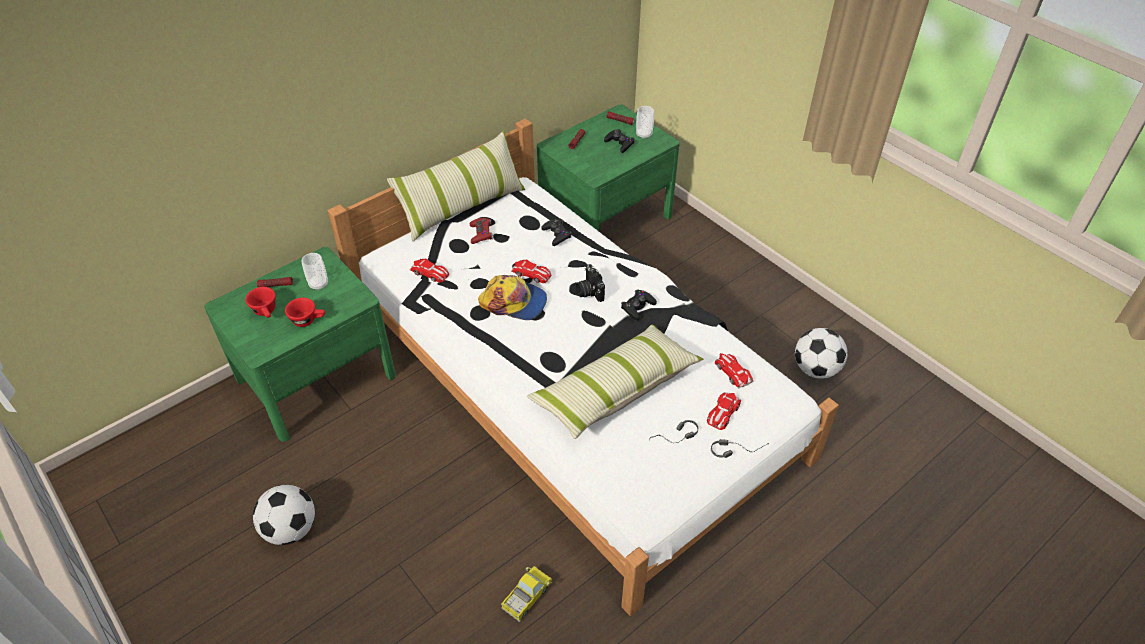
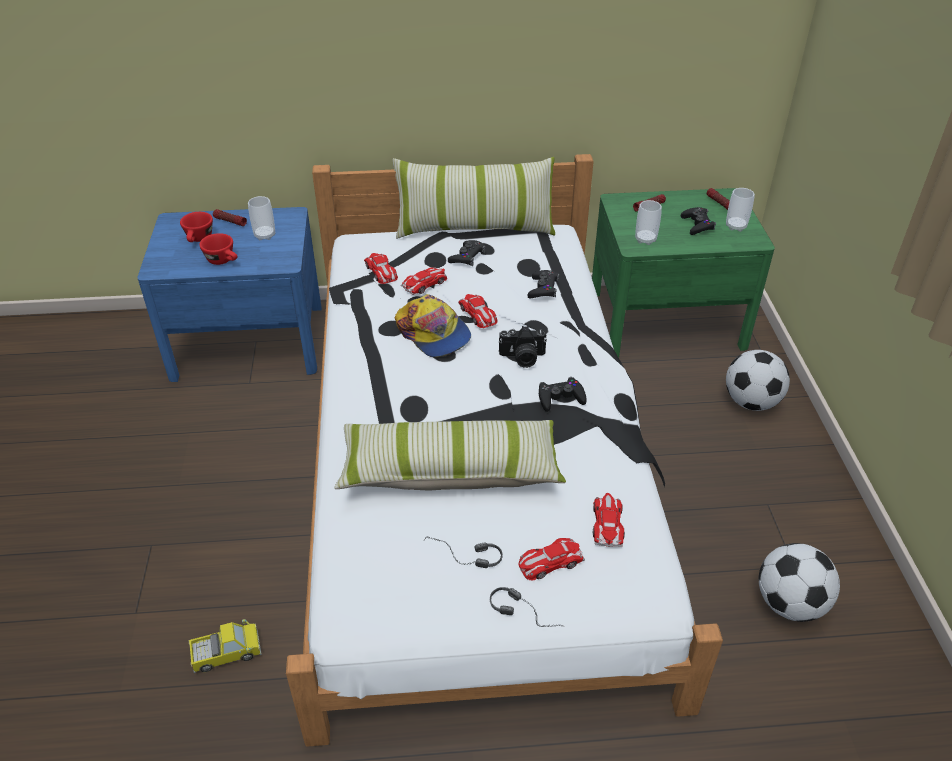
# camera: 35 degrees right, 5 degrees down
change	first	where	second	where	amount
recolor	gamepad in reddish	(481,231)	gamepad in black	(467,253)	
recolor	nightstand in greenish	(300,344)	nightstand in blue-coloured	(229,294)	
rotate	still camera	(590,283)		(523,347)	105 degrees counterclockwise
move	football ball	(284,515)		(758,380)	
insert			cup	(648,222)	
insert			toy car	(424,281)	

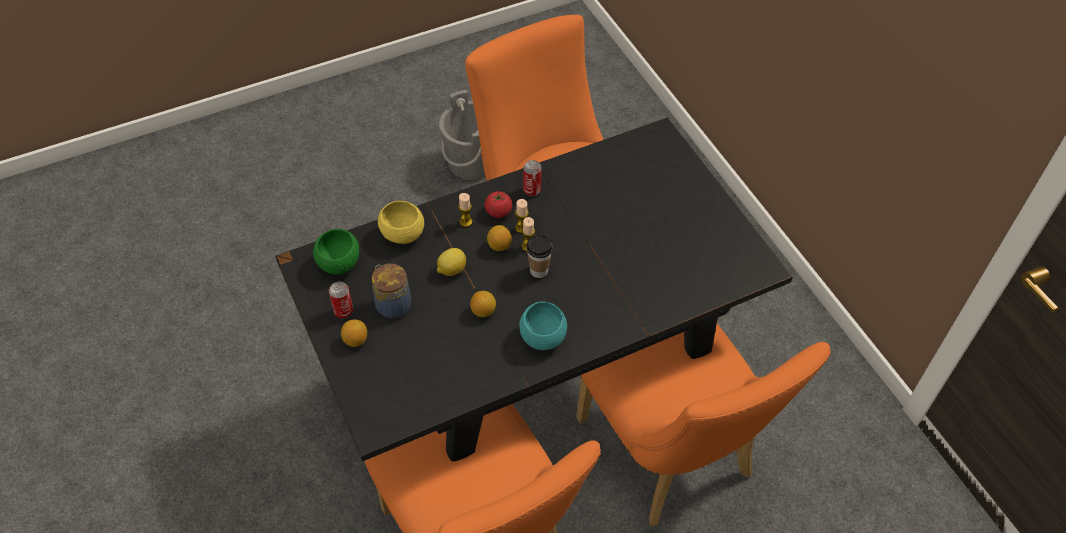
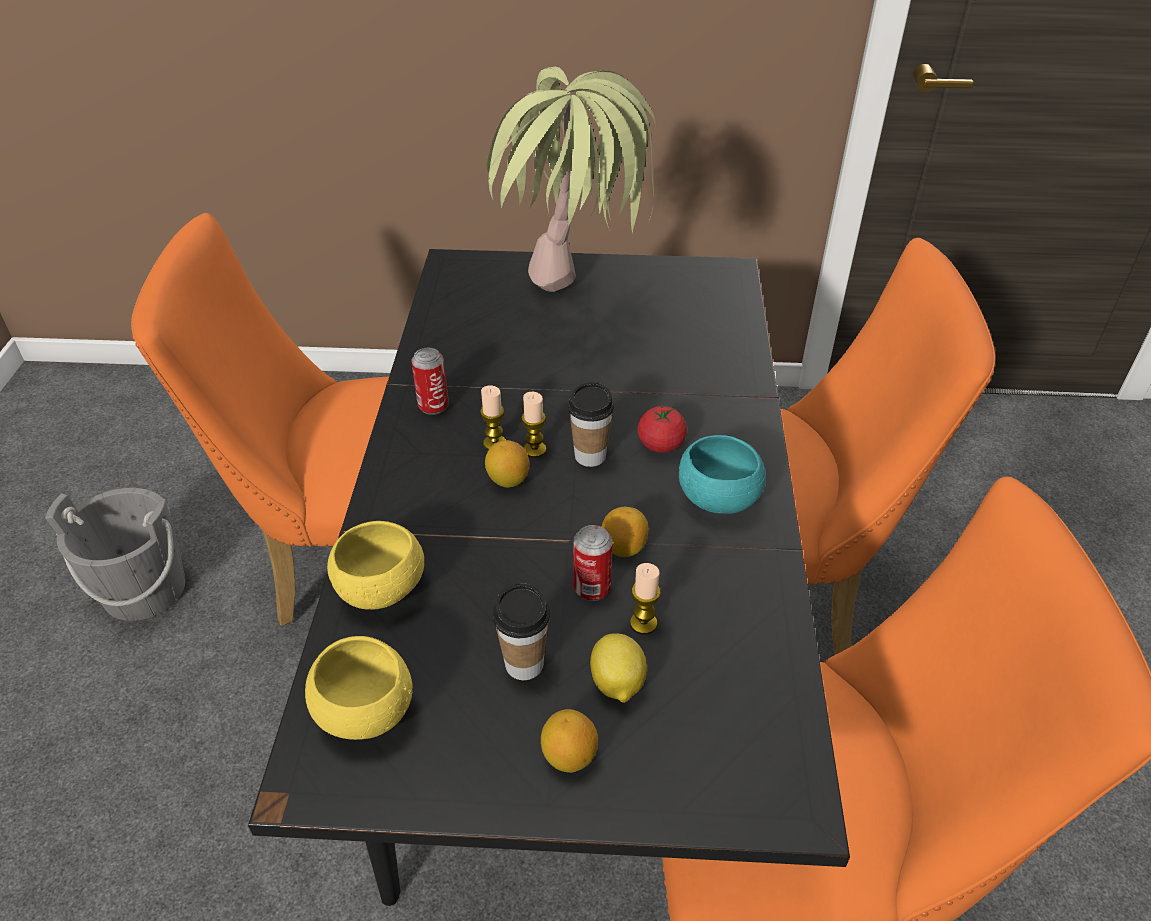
# camera: 60 degrees left, 10 degrees down
change	first	where	second	where	amount
move	tomato	(498,204)		(662,428)	
move	wax candle	(465,210)		(645,599)	
recolor	serving bowl in greenish	(336,251)	serving bowl in yellow	(359,688)	
move	whole lemon	(451,262)		(618,668)	
replace	jar	(391,290)	cup	(521,631)	
move	metal can	(341,300)		(593,563)	
insert			houseplant	(571,179)	

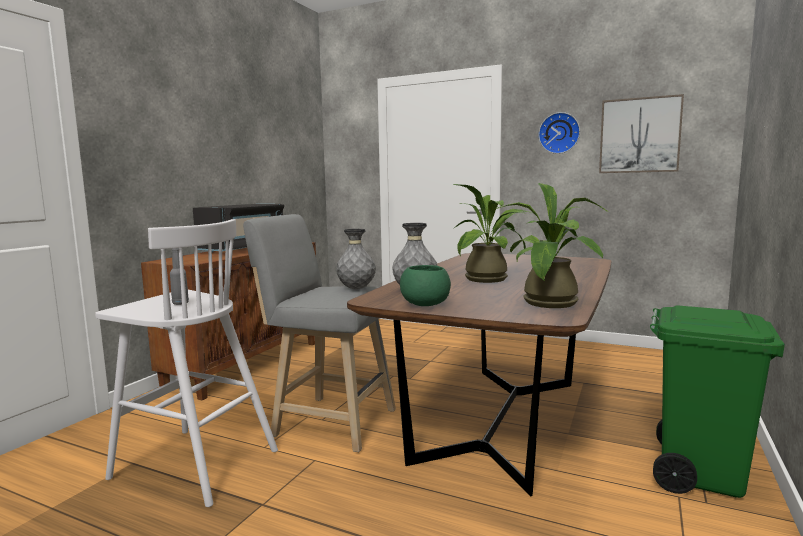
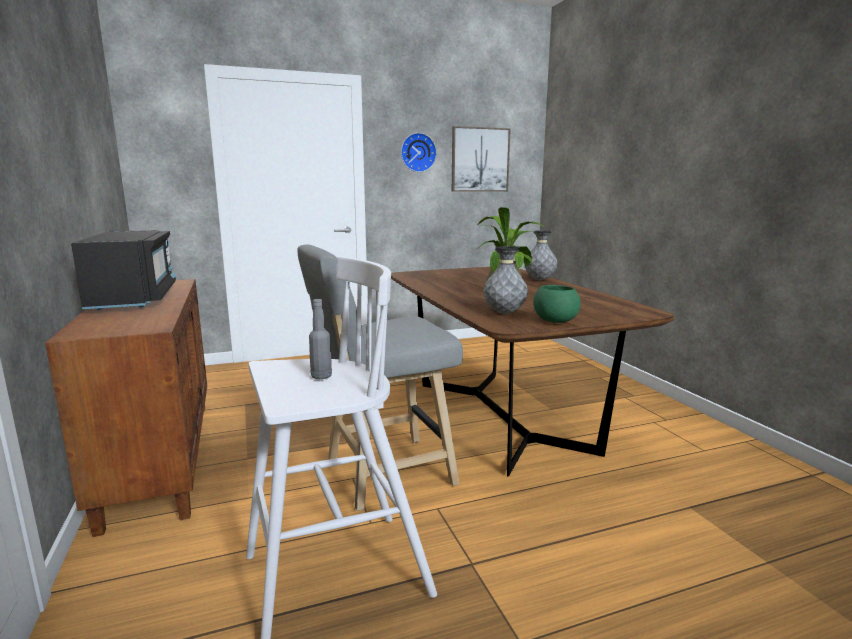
# camera: 45 degrees left, 5 degrees up
change	first	where	second	where	amount
delete	houseplant	(552,245)			
move	flower vase in gray	(356,259)		(540,255)	
delete	trash can in greenish	(717,401)			

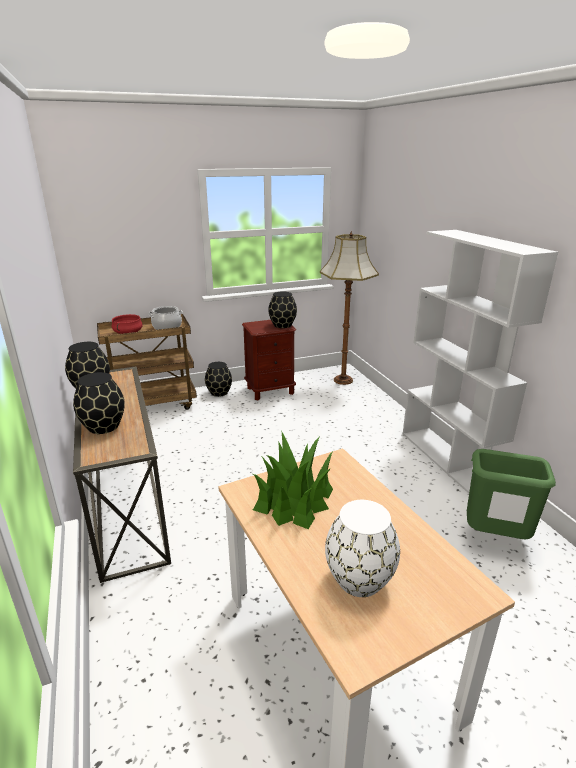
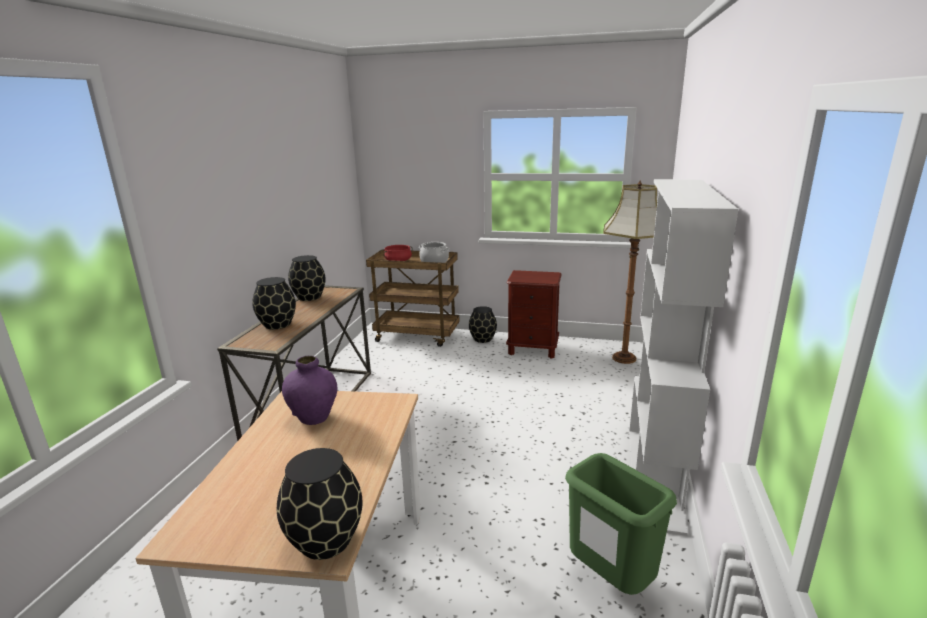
# camera: 35 degrees right, 5 degrees down
change	first	where	second	where	amount
move	flower vase in black	(282,310)		(319,504)	
replace	houseplant	(293,480)	flower vase in purplish	(310,390)	
delete	flower vase in white-coloured	(362,548)			

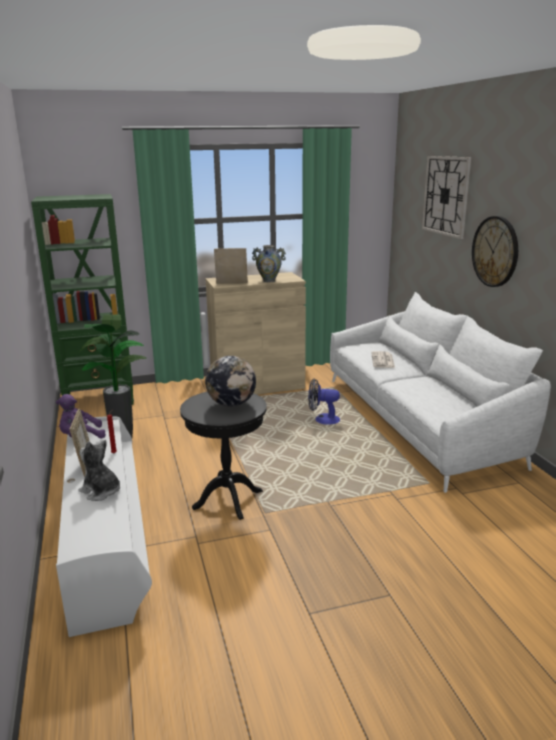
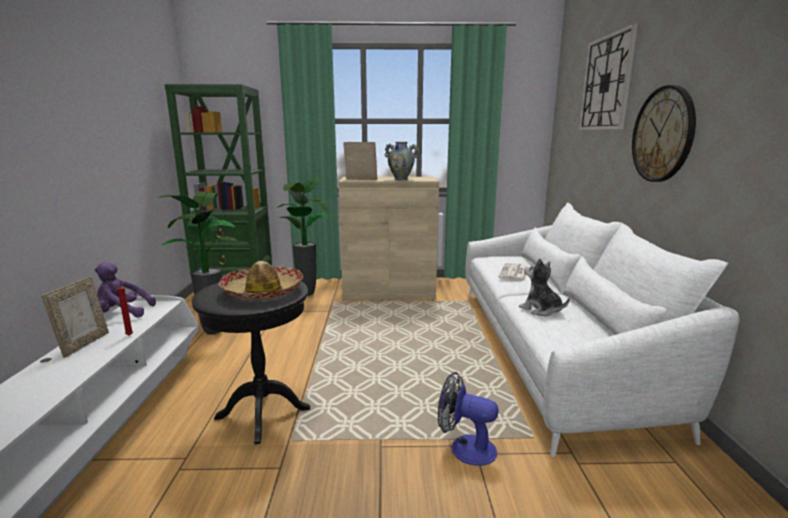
# camera: 15 degrees right, 5 degrees down
change	first	where	second	where	amount
replace	desk globe	(230,381)	hat	(260,280)	
move	fan	(324,401)		(468,419)	
move	plush toy	(99,470)		(544,287)	
insert			houseplant	(304,237)	

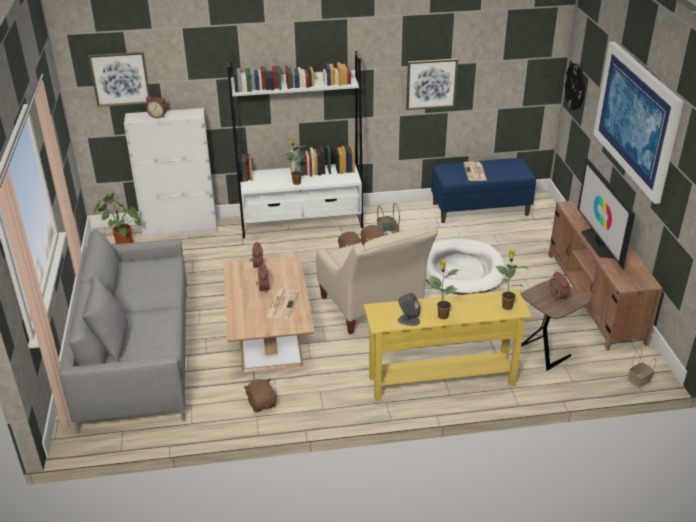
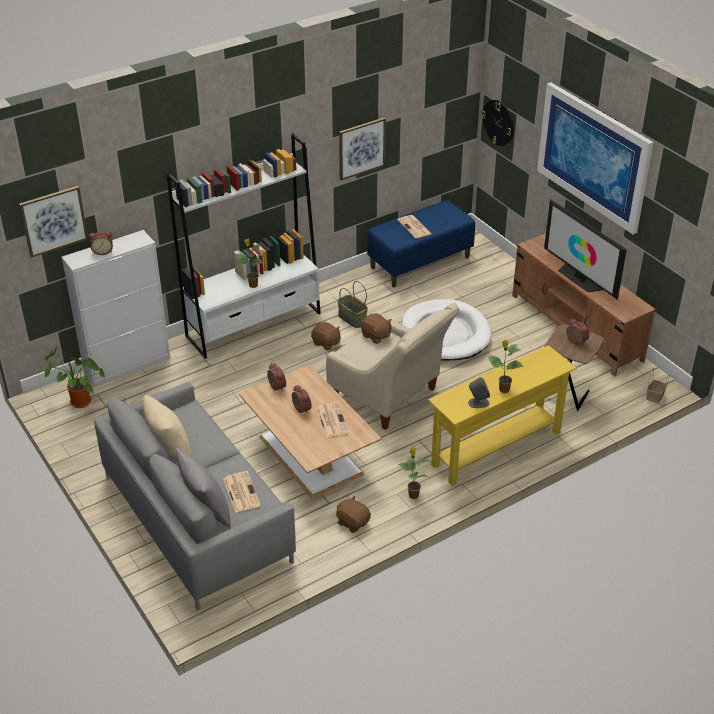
# camera: 25 degrees left, 5 degrees up
change	first	where	second	where	amount
move	houseplant	(512,280)		(415,473)	
insert			throw pillow in beige-coloured	(167,426)	
insert			daily paper	(242,492)	

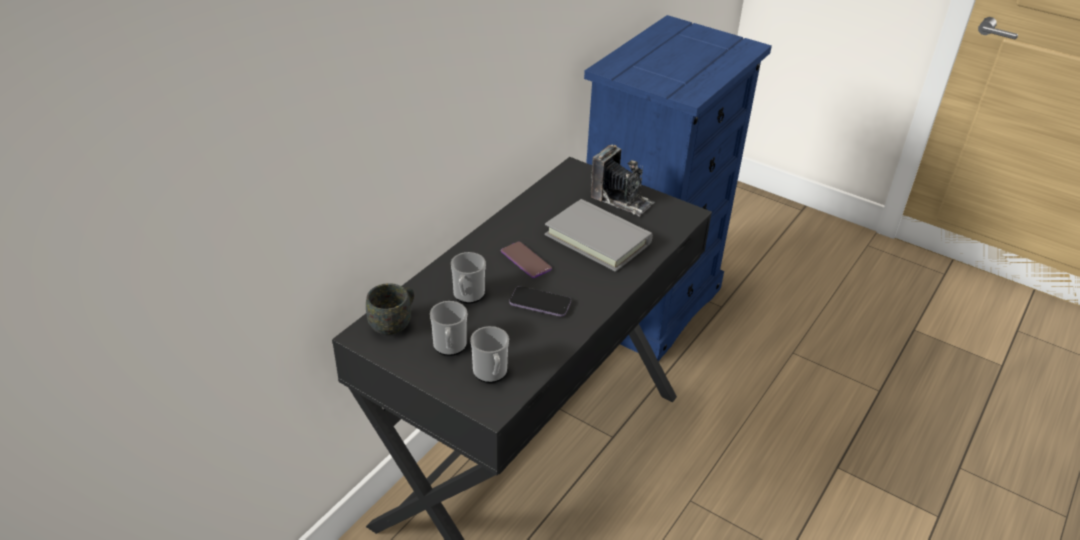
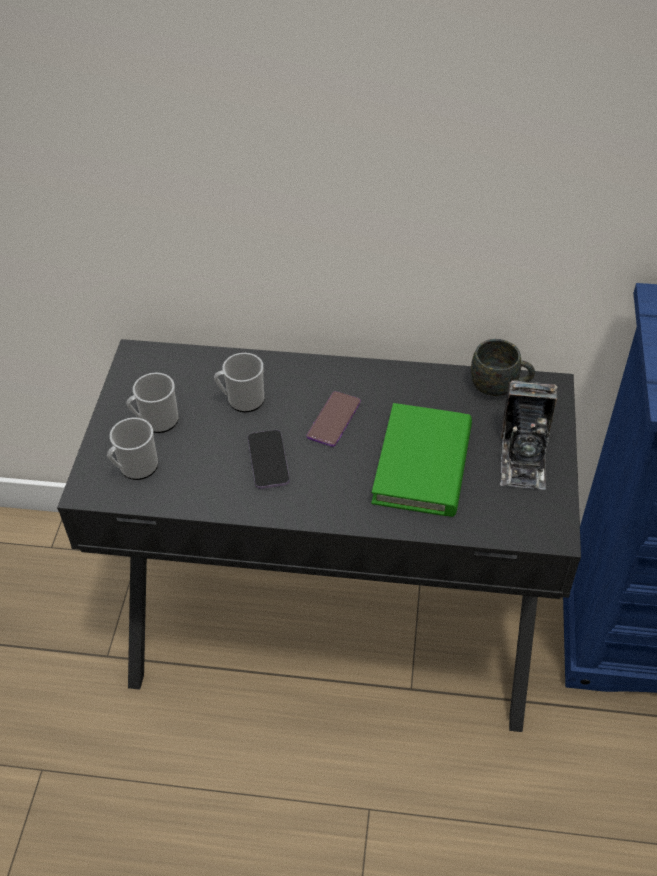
# camera: 65 degrees right, 10 degrees up
change	first	where	second	where	amount
recolor	volume in gray	(598,235)	volume in greenish	(421,460)	
move	coffee mug in gray	(390,309)		(503,367)	

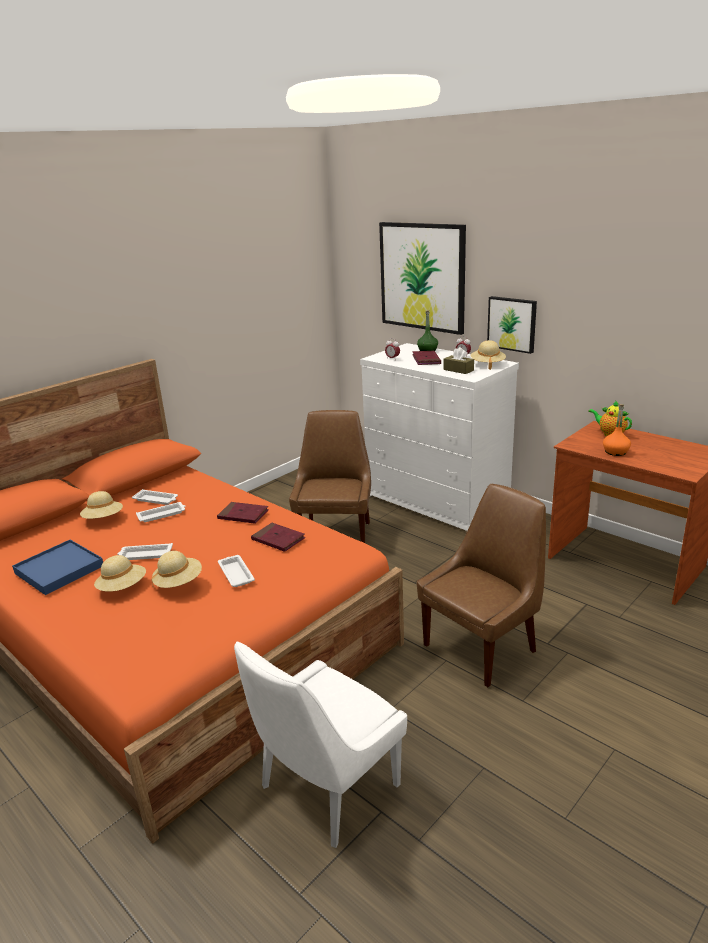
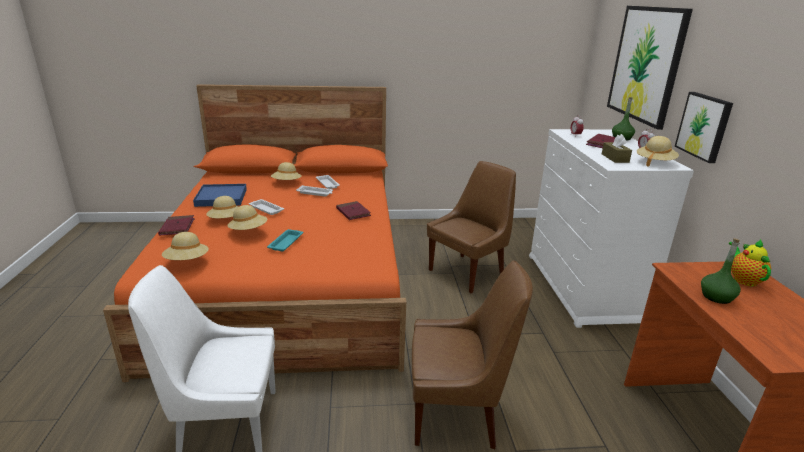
# camera: 40 degrees right, 0 degrees up
change	first	where	second	where	amount
recolor	drink bottle in orange-coloured	(617,430)	drink bottle in greenish	(721,271)	
move	volume in reddish	(278,537)		(176,225)	
recolor	carrying tray in white-coloured	(236,571)	carrying tray in blue-green	(285,240)	
insert			hat in beige-coloured	(185,246)	

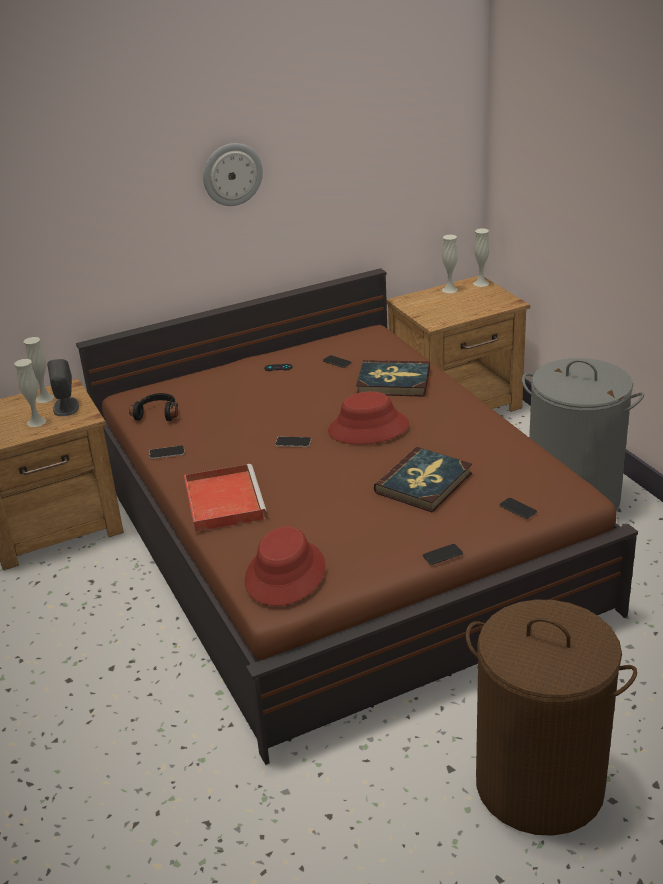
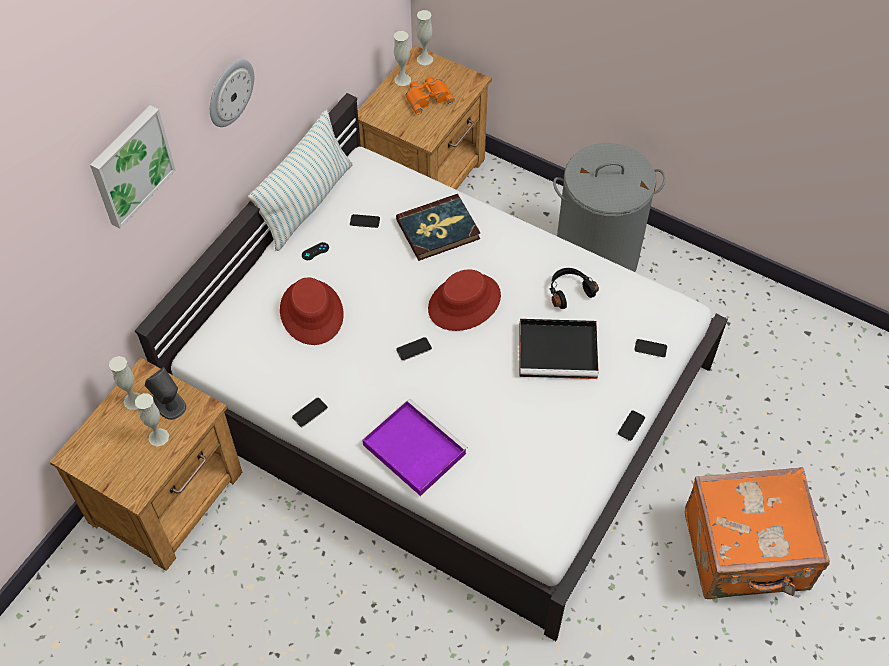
# camera: 35 degrees left, 25 degrees up
change	first	where	second	where	amount
recolor	bed in brown-coloured	(357,516)	bed in white-coloured	(431,367)	
move	headset in black	(153,407)		(574,288)	
replace	volume	(423,479)	carrying tray in black	(559,349)	
recolor	carrying tray in reddish	(225,498)	carrying tray in purplish	(415,447)	
move	hat in reddish	(285,566)		(311,311)	
replace	laundry basket in brown-coloured	(551,718)	suitcase in orange-coloured	(757,533)	
insert			field glasses in orange-coloured	(430,95)	
insert			picture	(133,167)	
insert			throw pillow	(300,180)	

